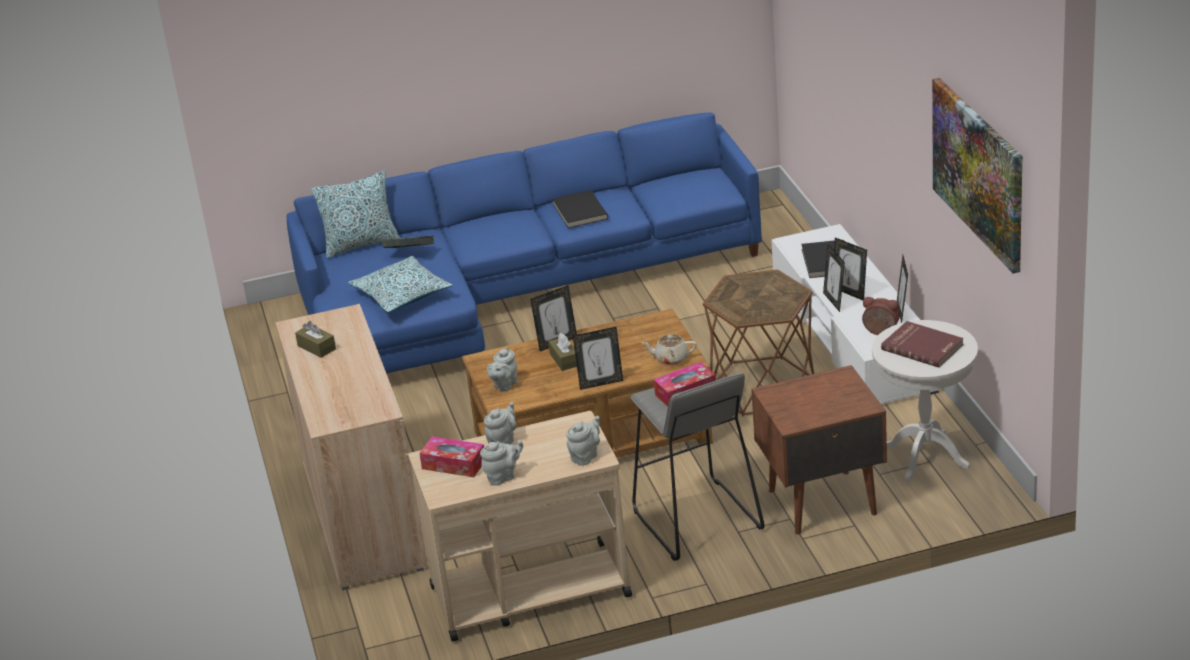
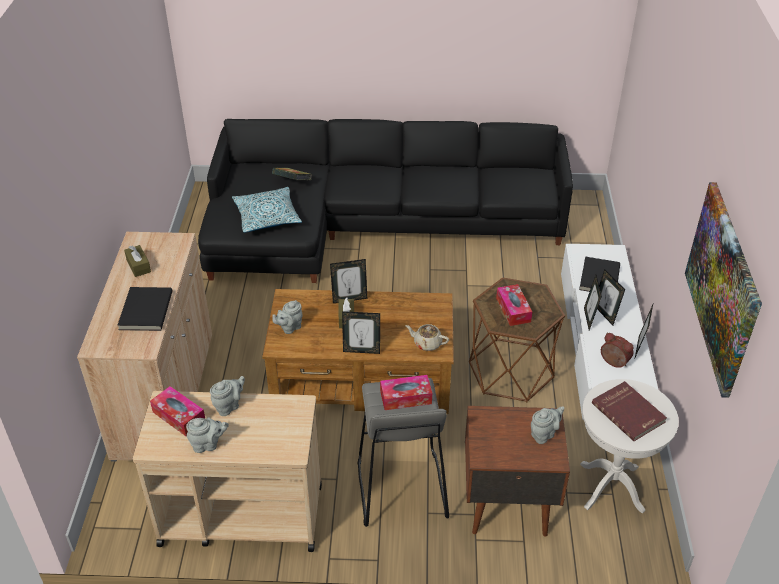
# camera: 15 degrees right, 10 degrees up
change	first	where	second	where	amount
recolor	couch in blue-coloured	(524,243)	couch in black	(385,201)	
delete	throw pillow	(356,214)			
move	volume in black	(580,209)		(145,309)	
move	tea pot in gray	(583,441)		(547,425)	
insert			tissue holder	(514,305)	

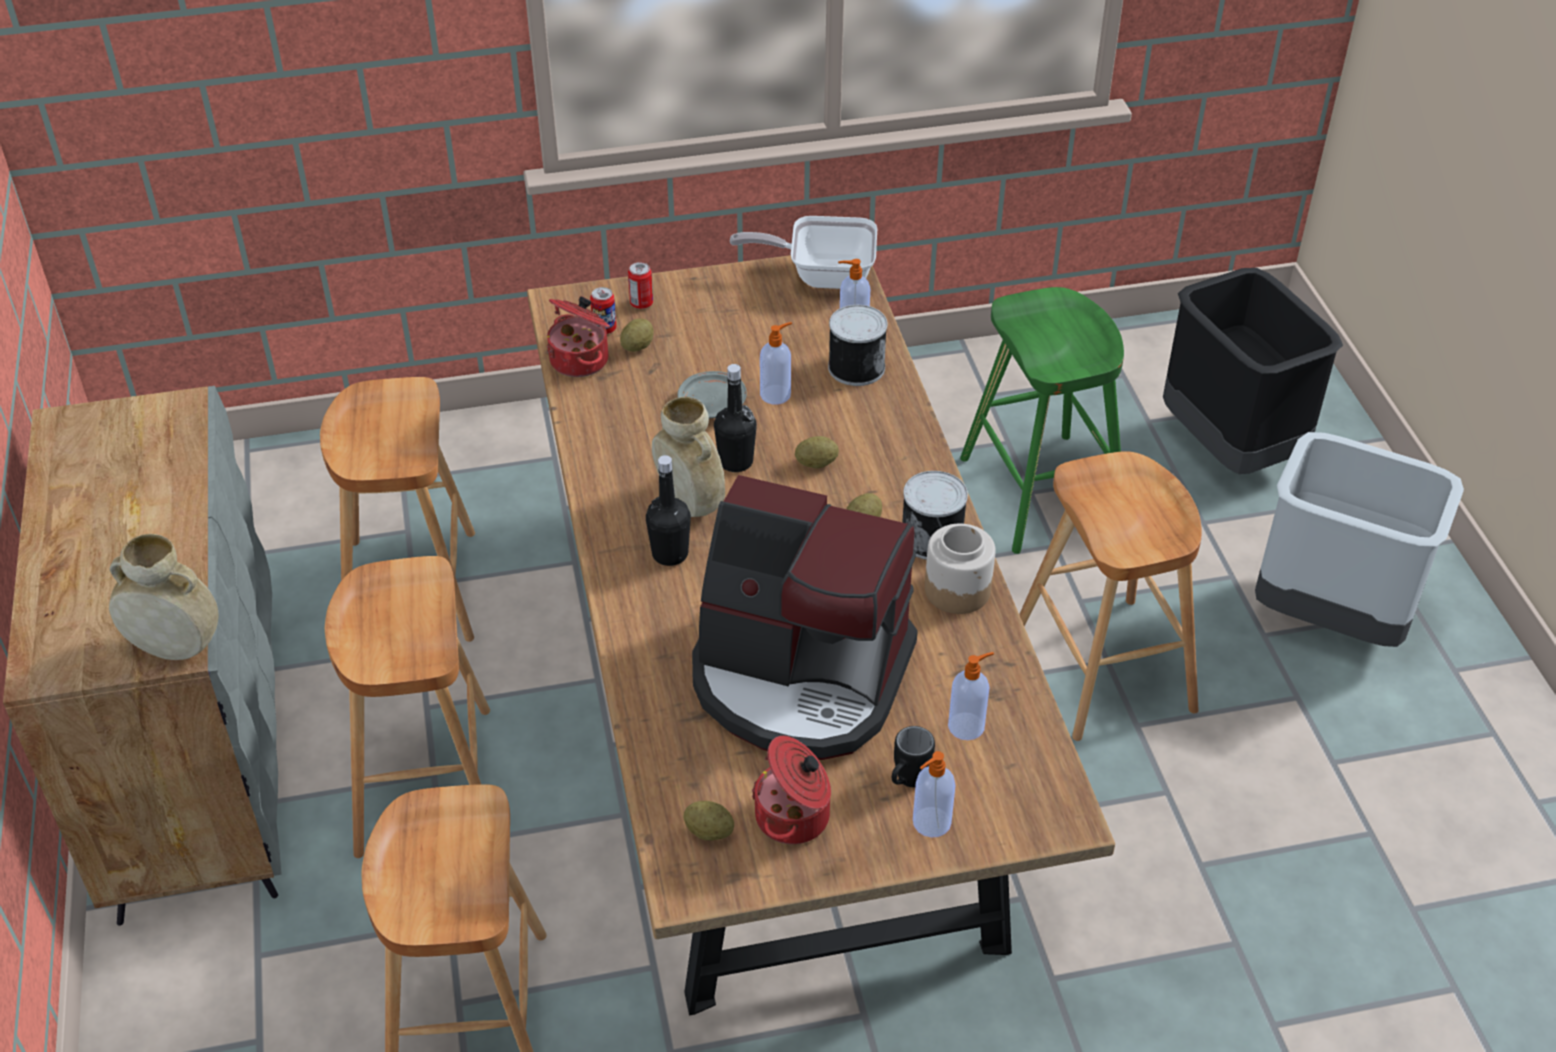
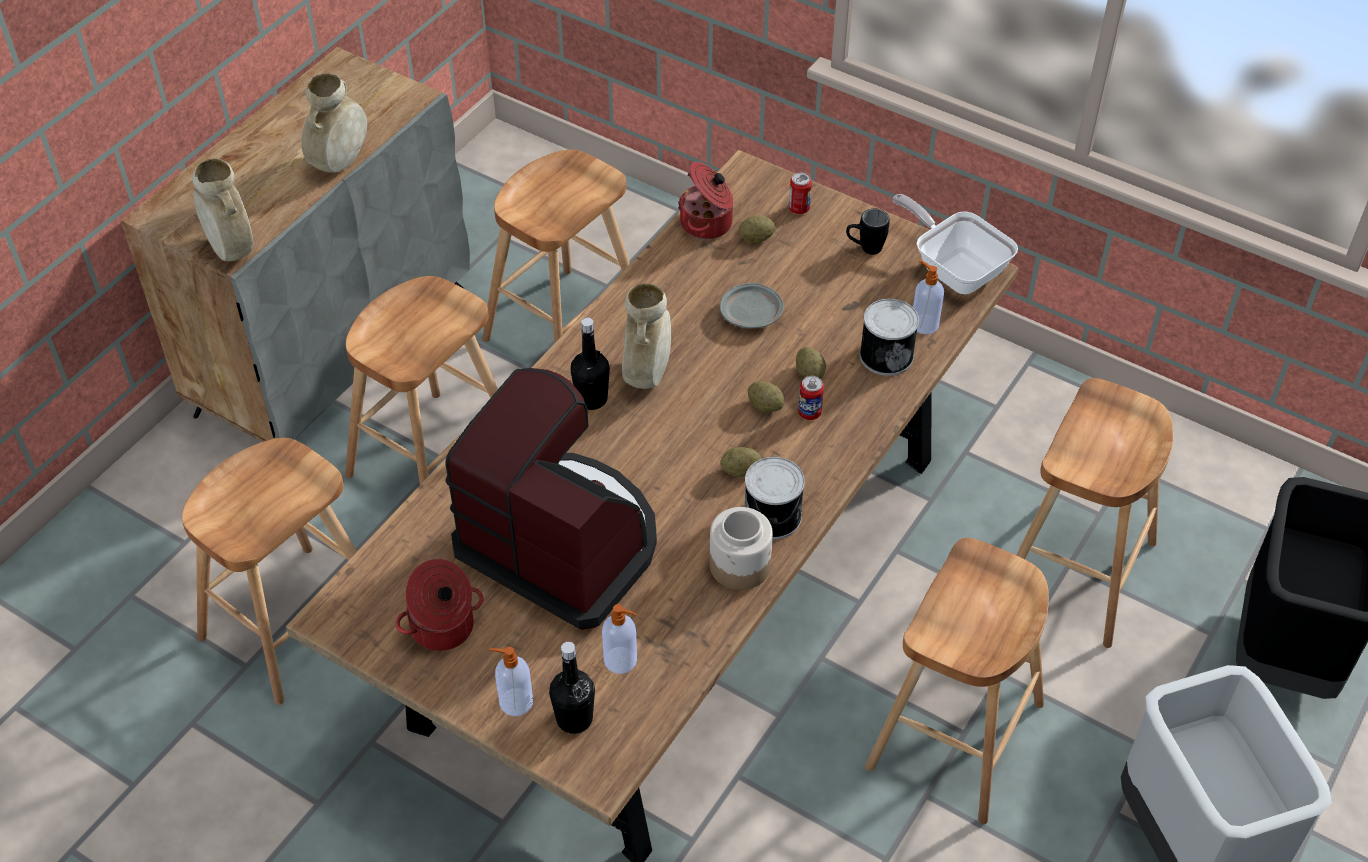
# camera: 45 degrees right, 5 degrees up
change	first	where	second	where	amount
move	metal can	(603,310)		(811,398)	
recolor	stool seat in greenish	(1042,420)	stool seat in brown-coloured	(1094,513)	
delete	soap dispenser	(776,363)			
move	drink bottle in black	(735,418)		(572,688)	
rotate	coffee machine	(805,617)		(551,499)	150 degrees clockwise
move	coffee mug in black	(913,756)		(868,232)	
move	whole potato	(708,821)		(811,363)	
insert			flower vase in beige-coloured	(334,123)	

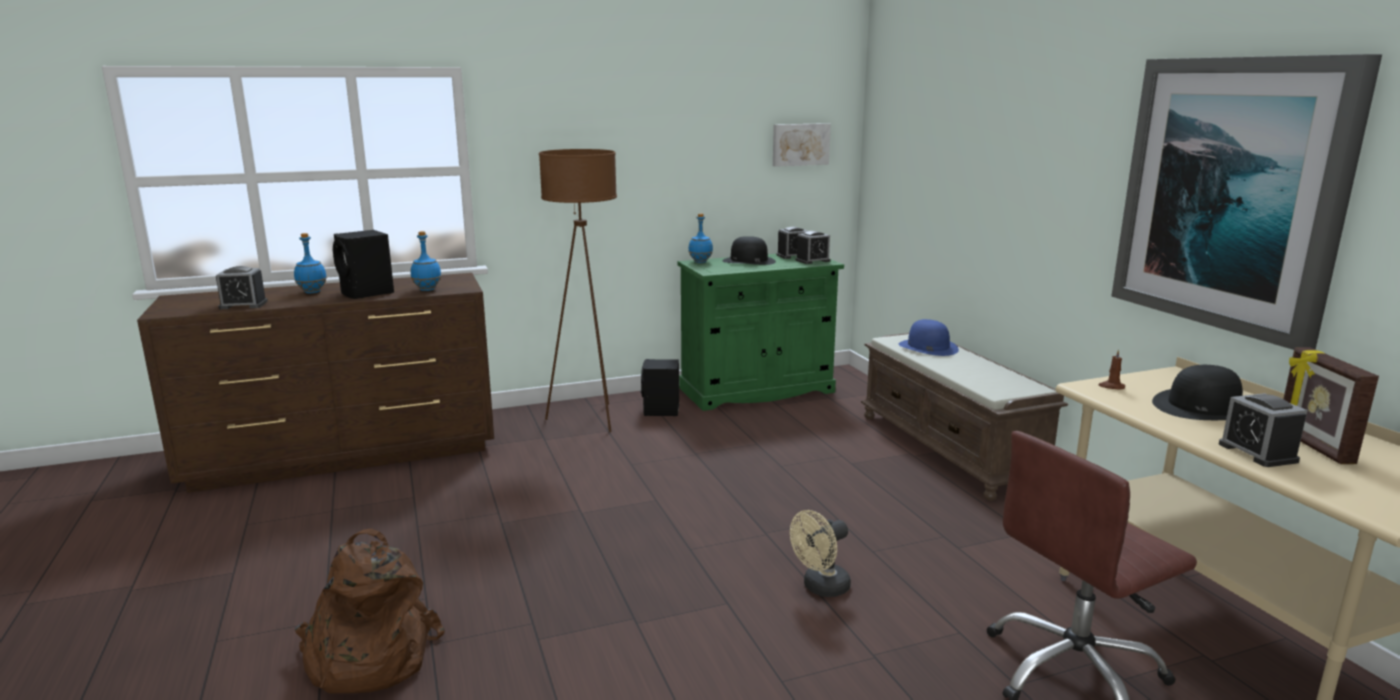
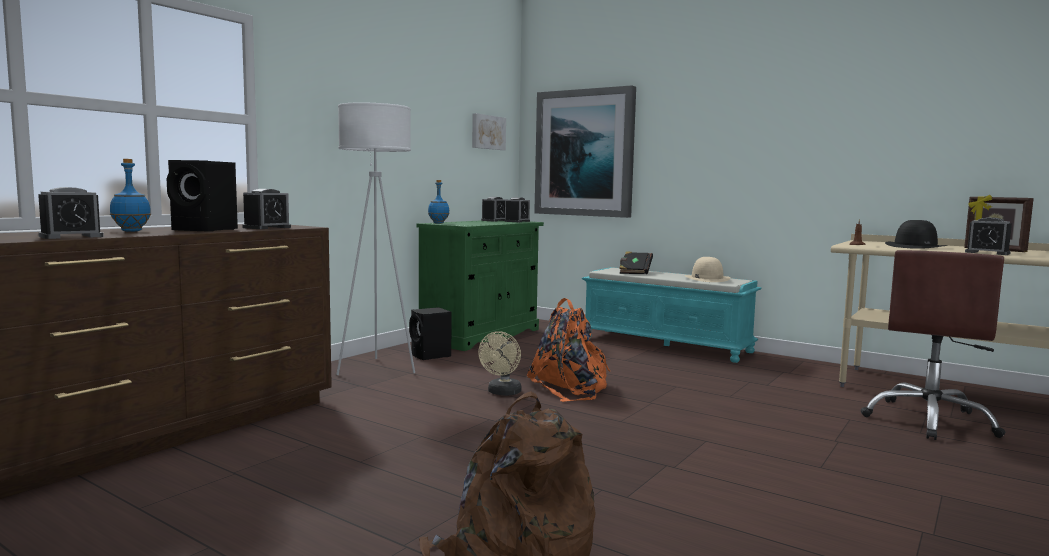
# camera: 35 degrees left, 10 degrees down
change	first	where	second	where	amount
move	picture	(1247,202)		(585,151)	
recolor	standard lamp in brown-coloured	(578,290)	standard lamp in white-coloured	(375,239)	
replace	drink bottle in blue-coloured	(426,261)	table clock	(266,209)	
delete	hat in black	(749,250)			
replace	hat in blue-coloured	(929,337)	volume in black	(636,262)	
recolor	long seat in brown-coloured	(964,417)	long seat in blue-green	(672,315)	
move	fan in beige-coloured	(820,553)		(500,363)	
insert			hat in beige-coloured	(708,269)	
insert			backpack in orange-coloured	(569,350)	

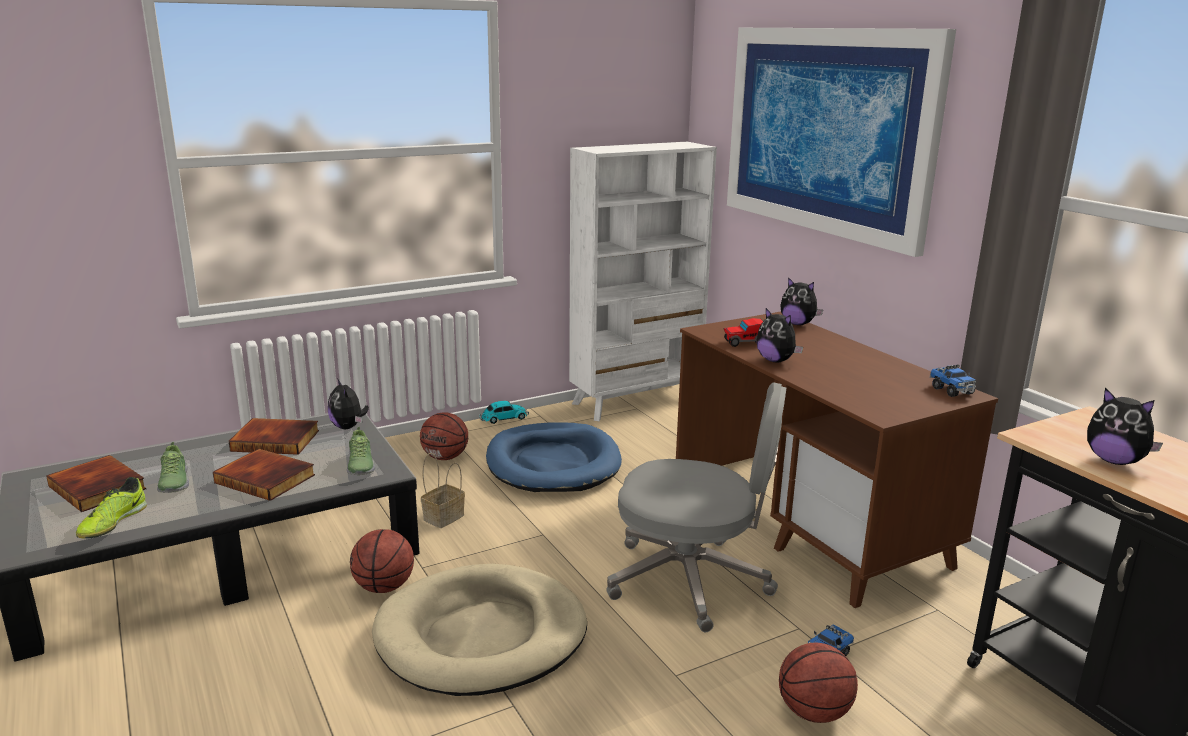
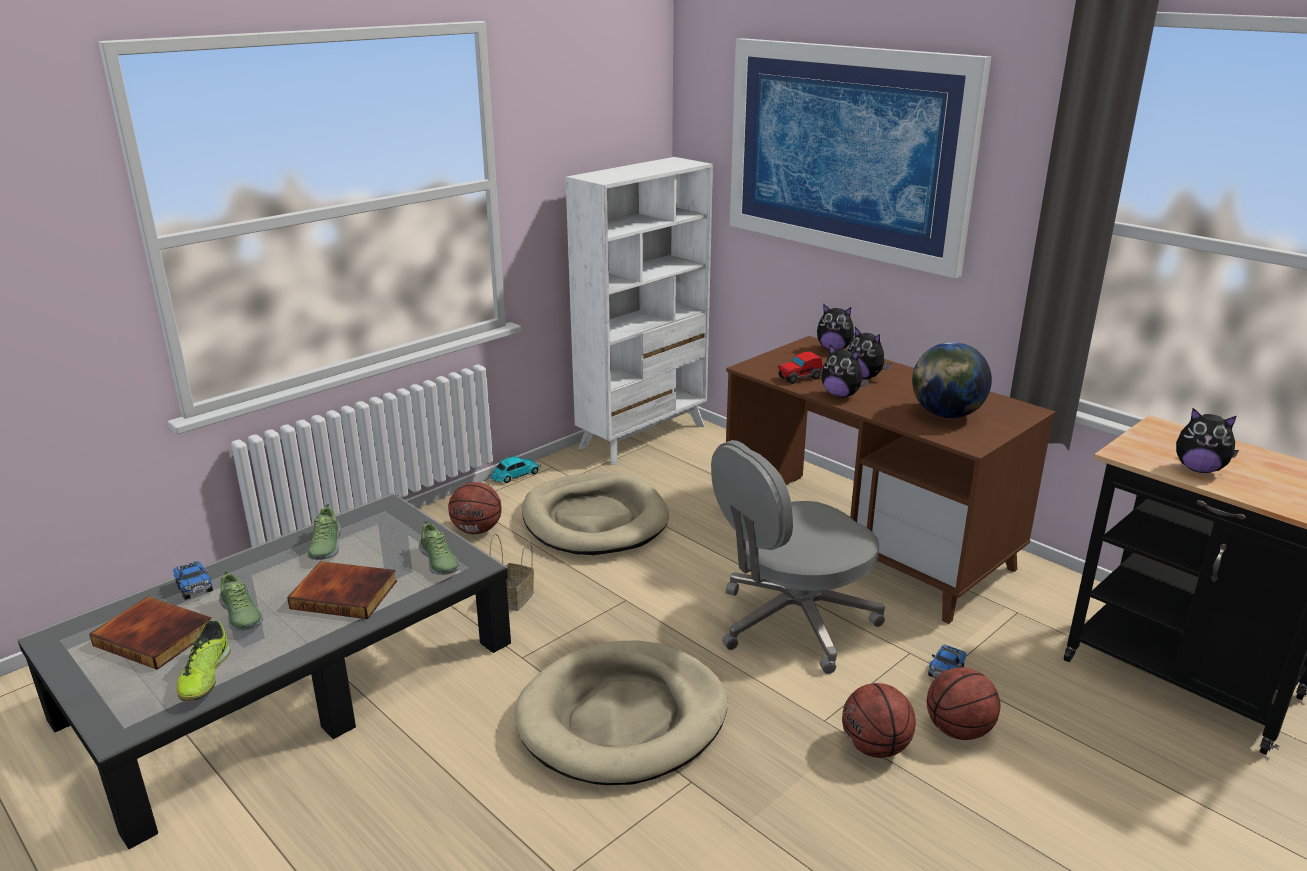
# camera: 15 degrees left, 5 degrees up
change	first	where	second	where	amount
move	model truck	(953,380)		(193,580)	
move	plush toy	(348,403)		(870,353)	
rotate	desk chair in gray	(696,507)		(798,557)	150 degrees clockwise
replace	volume	(274,436)	shoe	(324,532)	
recolor	dog cushion in blue-coloured	(554,457)	dog cushion in beige-coloured	(595,513)	
move	basketball ball	(382,561)		(879,720)	
insert			desk globe	(952,380)	

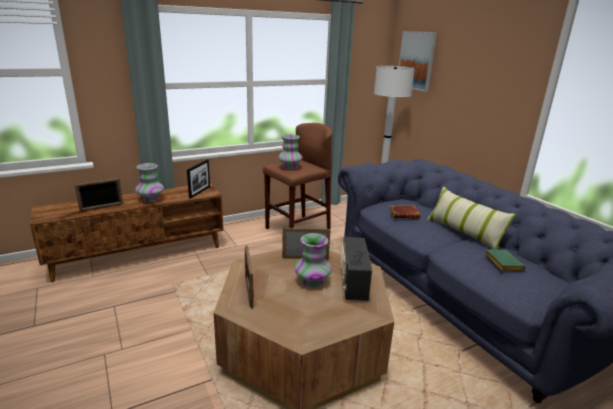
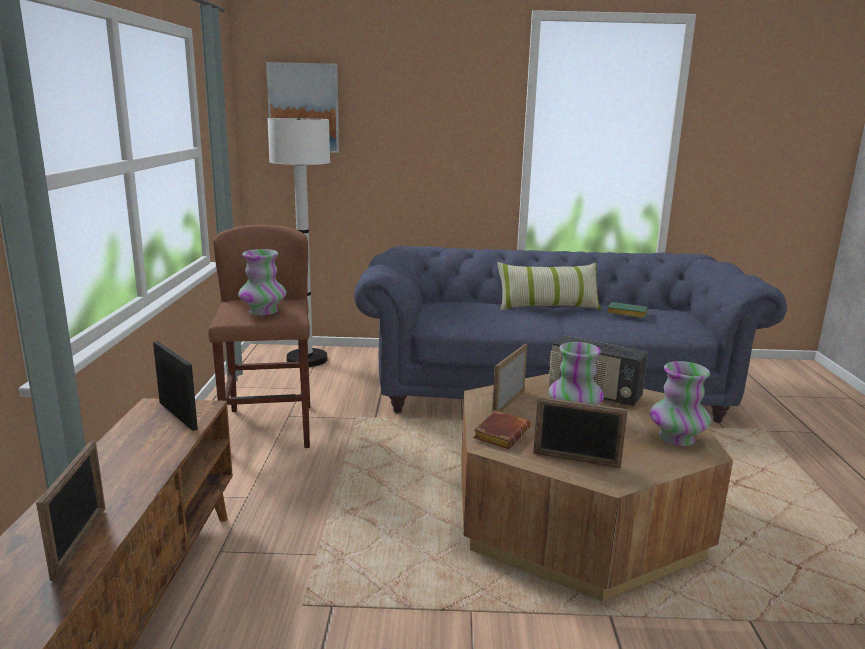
# camera: 60 degrees left, 5 degrees down
change	first	where	second	where	amount
move	flower vase	(149,182)		(680,403)	
move	volume in brown-coloured	(405,212)		(501,429)	

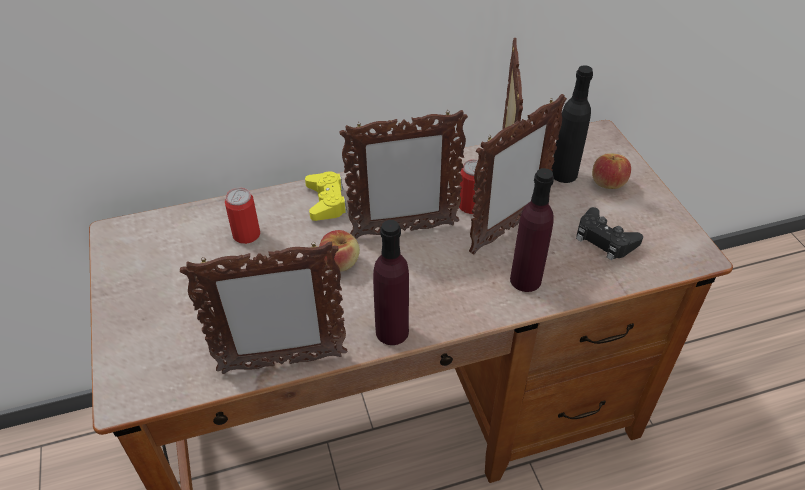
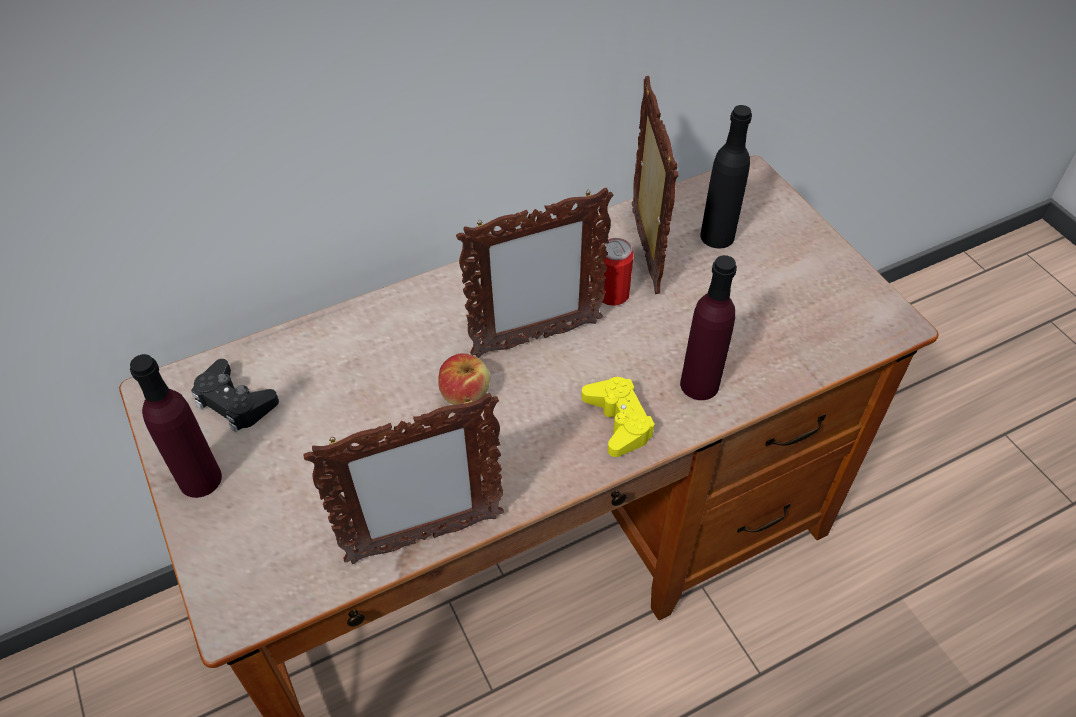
# camera: 10 degrees left, 5 degrees up
change	first	where	second	where	amount
delete	picture frame	(518,174)			
delete	whole apple	(611,171)			
move	gamepad in yellow	(326,196)		(618,417)	
delete	metal can	(242,216)			
move	gamepad in black	(609,233)		(235,395)	
move	drink bottle in purplish	(391,282)		(176,426)	

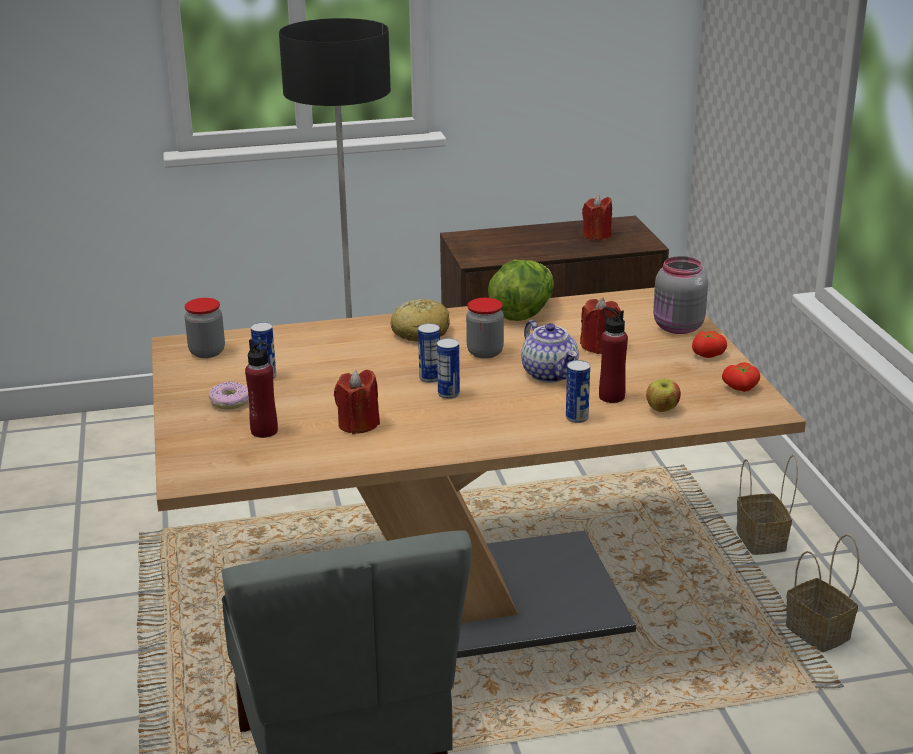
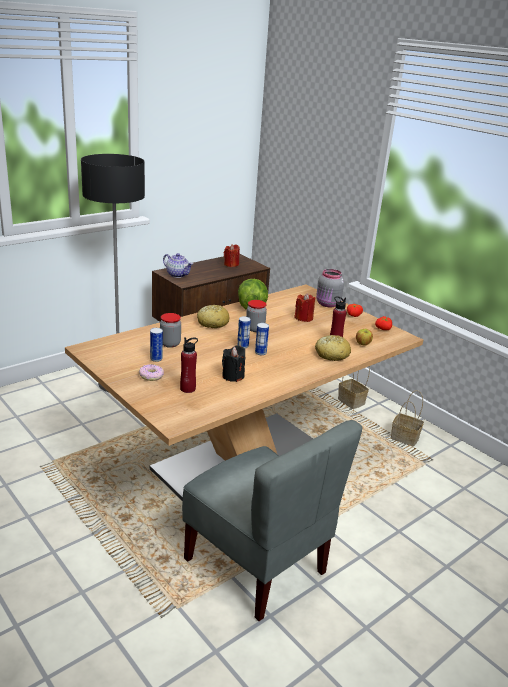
# camera: 30 degrees left, 0 degrees up
change	first	where	second	where	amount
move	jar	(204,328)		(170,330)	
move	tea pot	(550,351)		(178,265)	
replace	metal can	(578,391)	bakery bread	(333,348)	
recolor	wax candle in reddish	(357,402)	wax candle in black	(233,363)	

